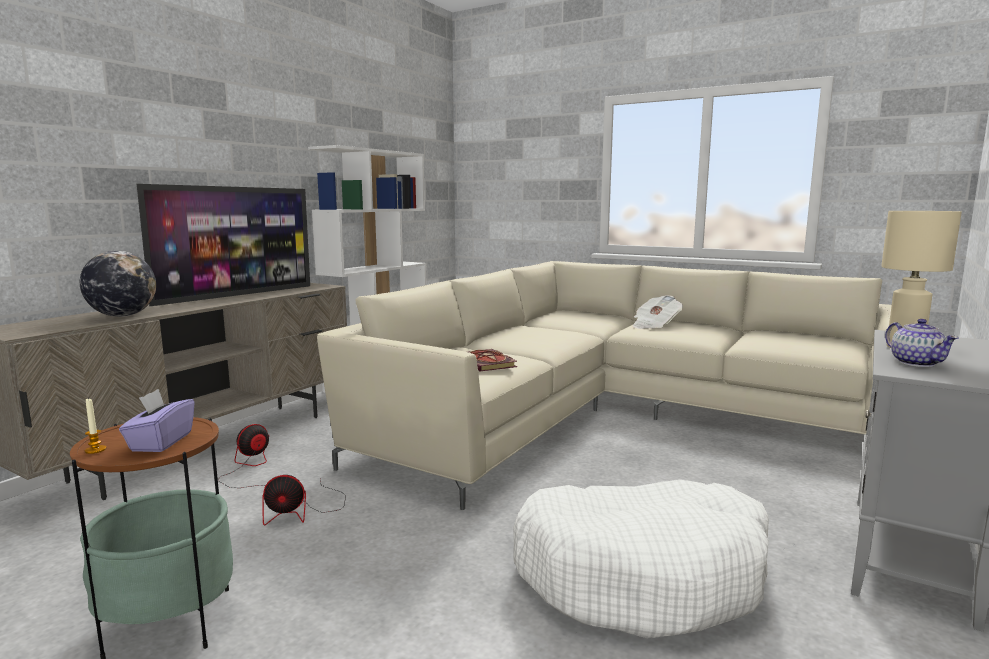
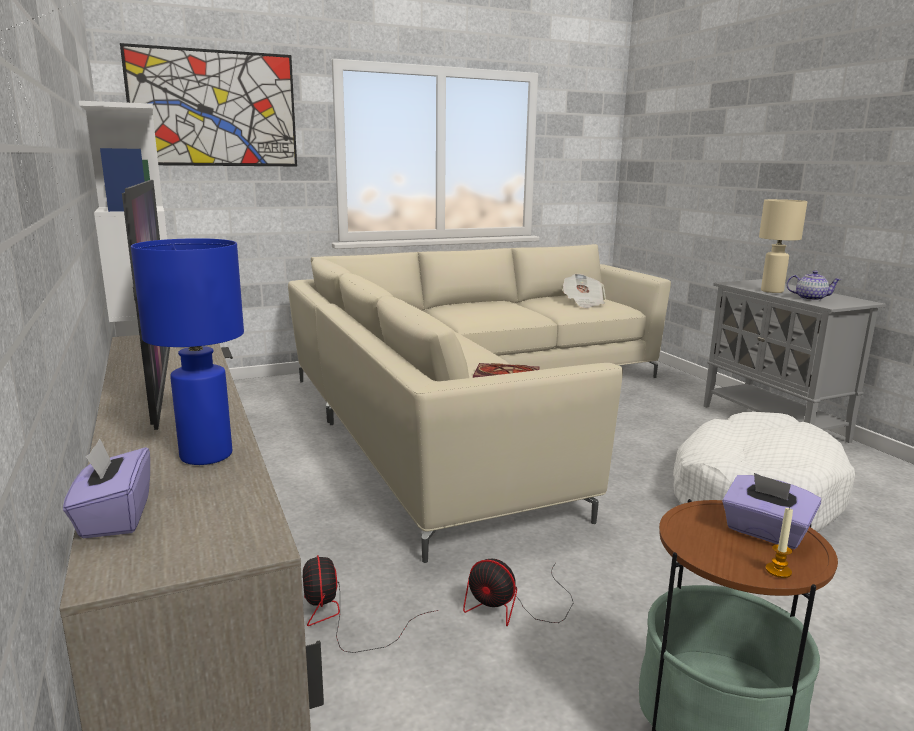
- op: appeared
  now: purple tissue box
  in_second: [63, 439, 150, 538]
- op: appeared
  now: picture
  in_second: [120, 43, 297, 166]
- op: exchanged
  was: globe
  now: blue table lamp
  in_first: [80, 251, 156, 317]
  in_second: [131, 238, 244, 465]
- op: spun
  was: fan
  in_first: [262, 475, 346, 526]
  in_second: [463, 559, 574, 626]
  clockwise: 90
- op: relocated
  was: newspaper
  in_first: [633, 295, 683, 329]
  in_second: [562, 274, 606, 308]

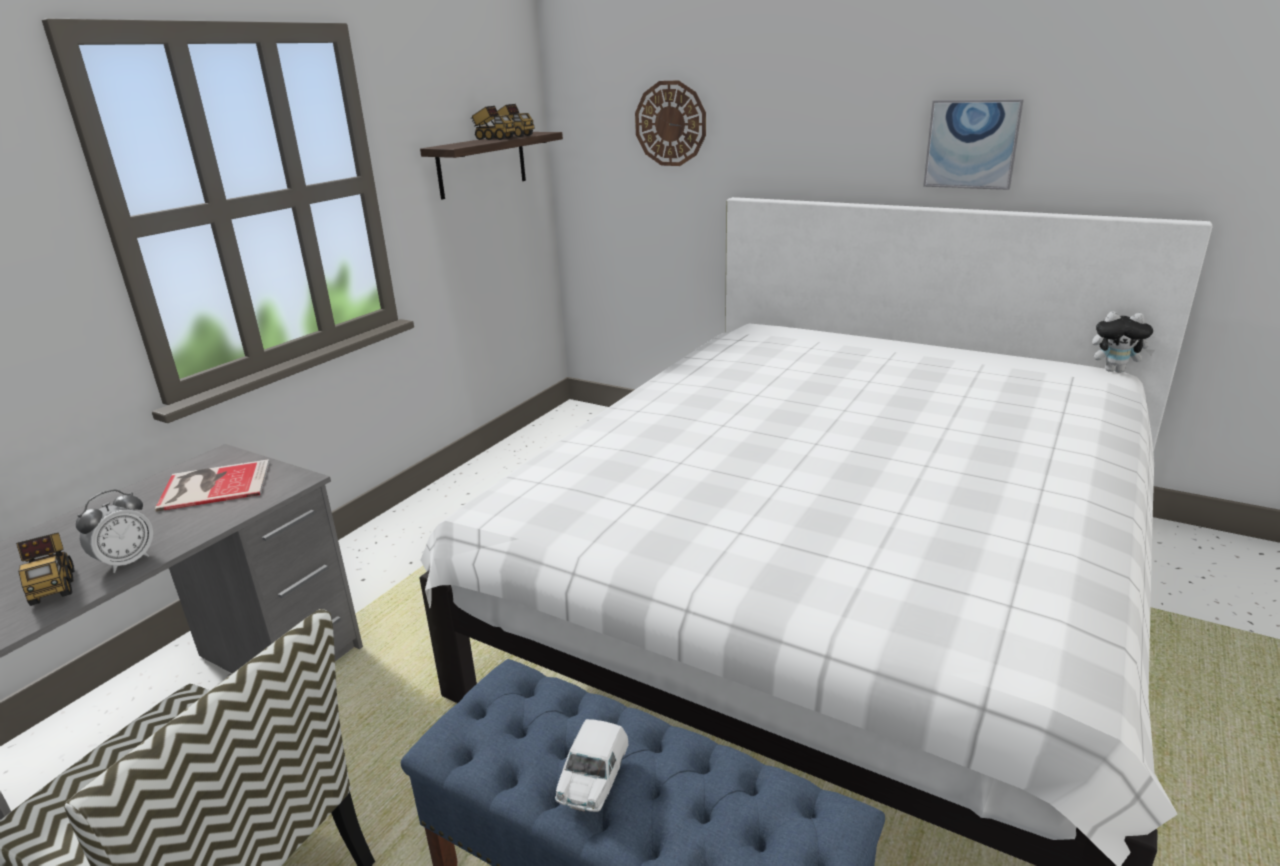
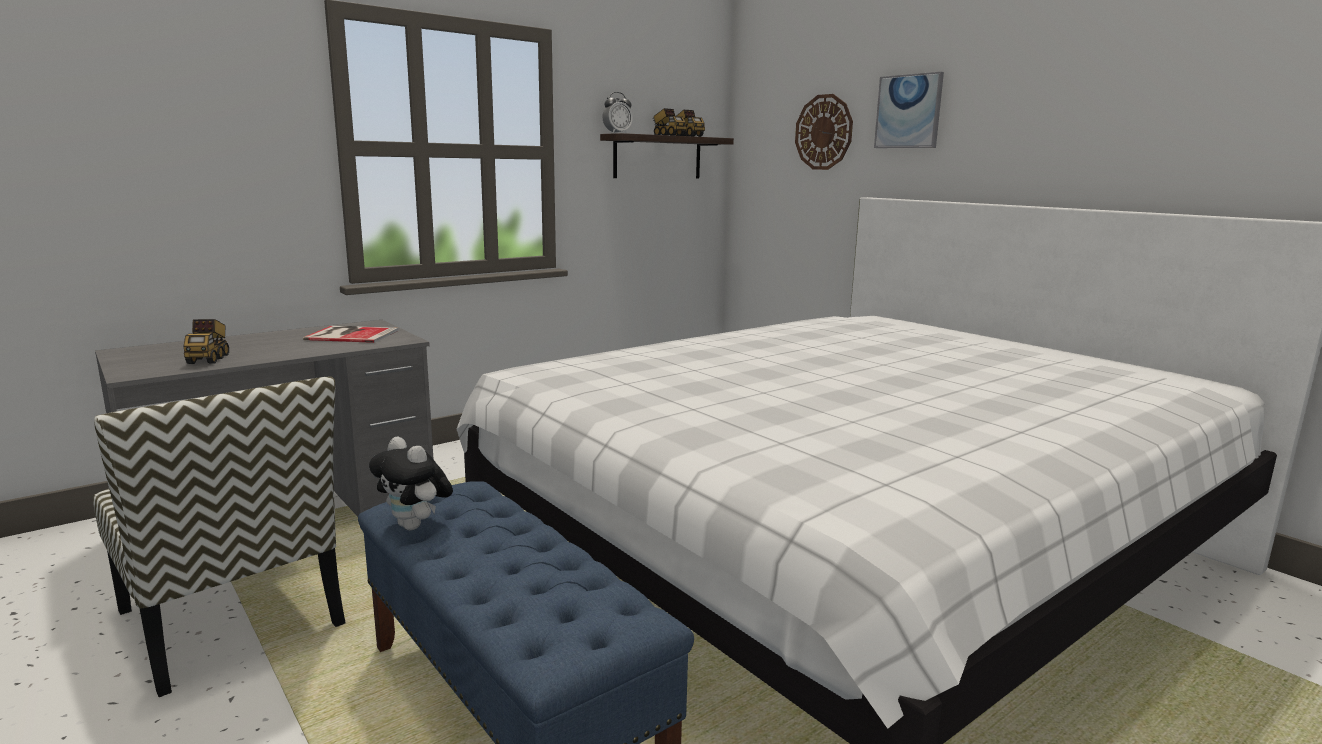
- op: relocated
  was: plush toy
  in_first: [1092, 311, 1155, 373]
  in_second: [369, 437, 453, 531]
- op: relocated
  was: alarm clock
  in_first: [76, 489, 153, 573]
  in_second: [602, 92, 633, 133]
- op: relocated
  was: picture
  in_first: [923, 99, 1024, 190]
  in_second: [874, 72, 944, 148]
- op: missing
  was: white toy car
  in_first: [555, 719, 629, 812]

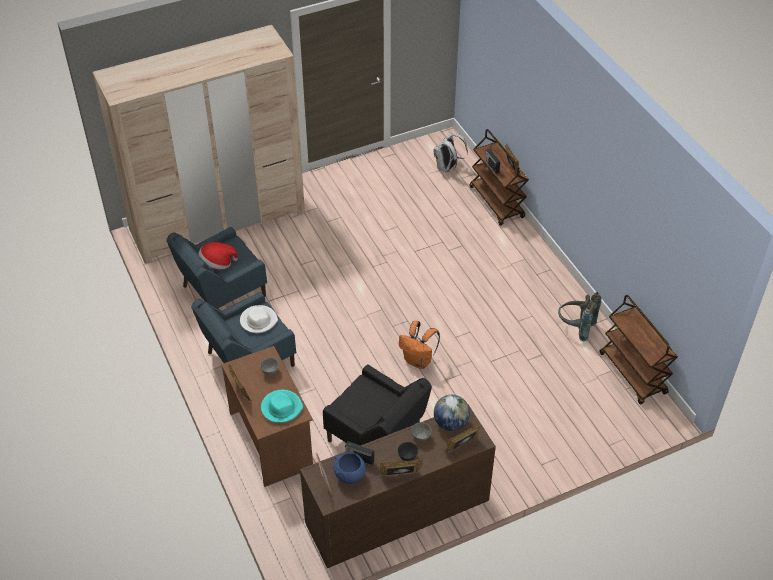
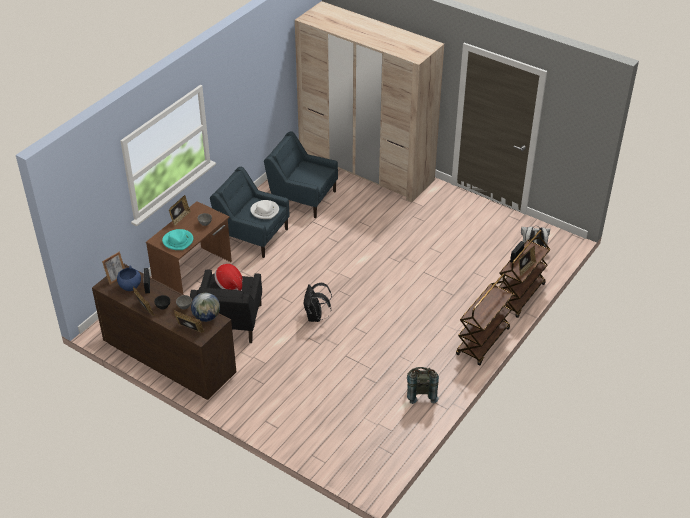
- op: relocated
  was: hat
  in_first: [198, 242, 238, 269]
  in_second: [215, 264, 243, 291]
- op: colour
  was: orange backpack
  now: black backpack
  in_first: [399, 321, 440, 369]
  in_second: [304, 283, 332, 322]
- op: relocated
  was: brown cart
  in_first: [600, 295, 677, 404]
  in_second: [456, 274, 514, 366]

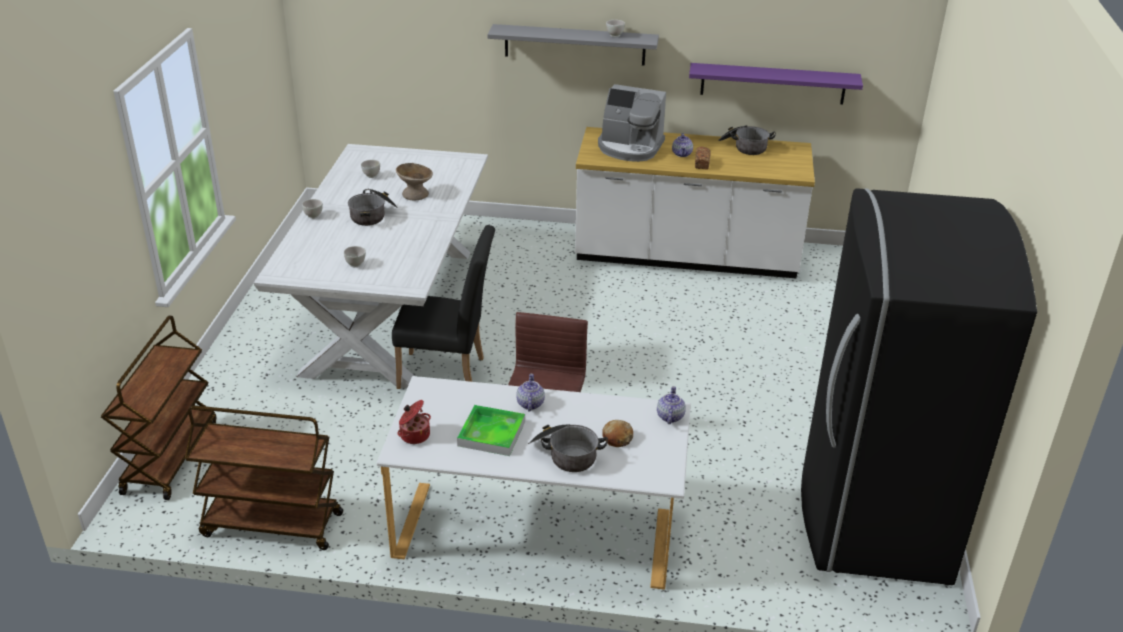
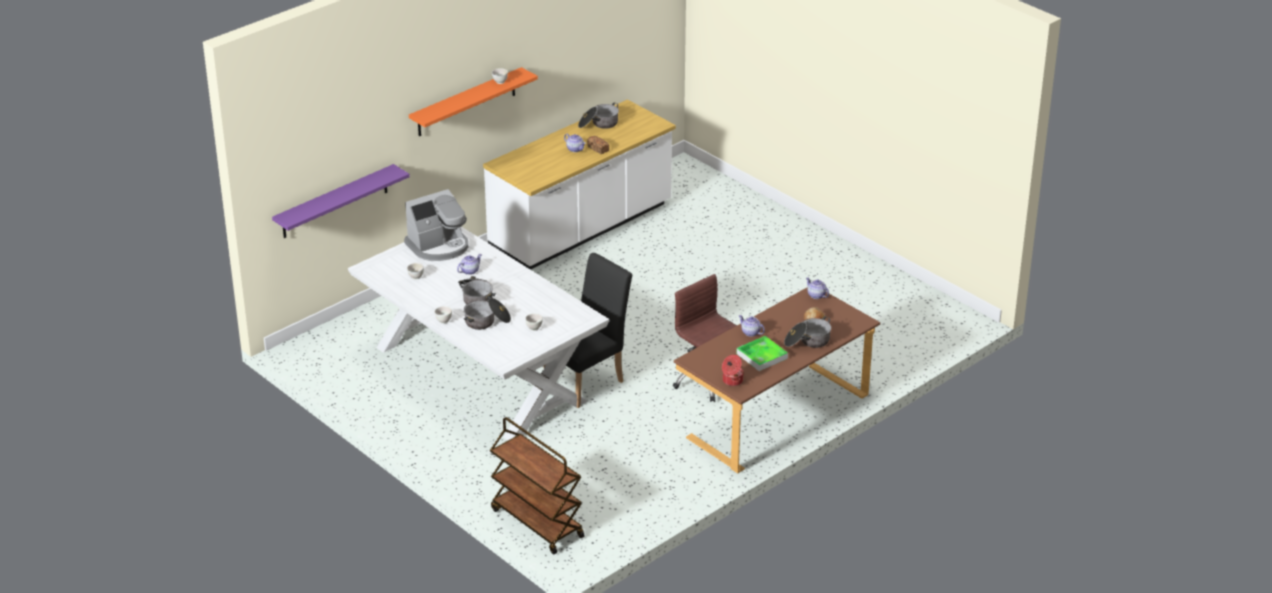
- op: relocated
  was: purple shelf
  in_first: [689, 63, 863, 104]
  in_second: [272, 164, 410, 238]
- op: relocated
  was: coffee machine
  in_first: [598, 84, 666, 162]
  in_second: [404, 189, 468, 261]
- op: colour
  was: grey shelf
  now: orange shelf
  in_first: [487, 24, 659, 66]
  in_second: [409, 67, 538, 136]
- op: exchanged
  was: beige bowl
  now: teapot
  in_first: [396, 163, 433, 201]
  in_second: [457, 254, 482, 275]
- op: appeared
  now: cooking pot
  in_second: [464, 298, 511, 330]
- op: colour
  was: white desk
  now: brown desk
  in_first: [377, 376, 691, 590]
  in_second: [674, 287, 880, 473]
- op: missing
  was: brown cart
  in_first: [185, 405, 343, 550]
- op: missing
  was: black fridge
  in_first: [801, 188, 1037, 585]

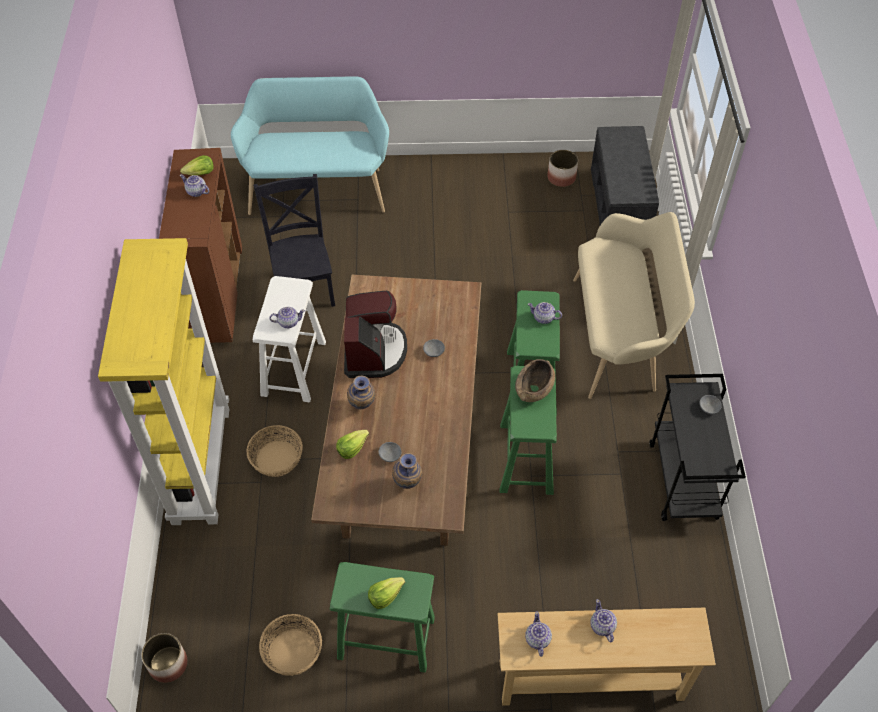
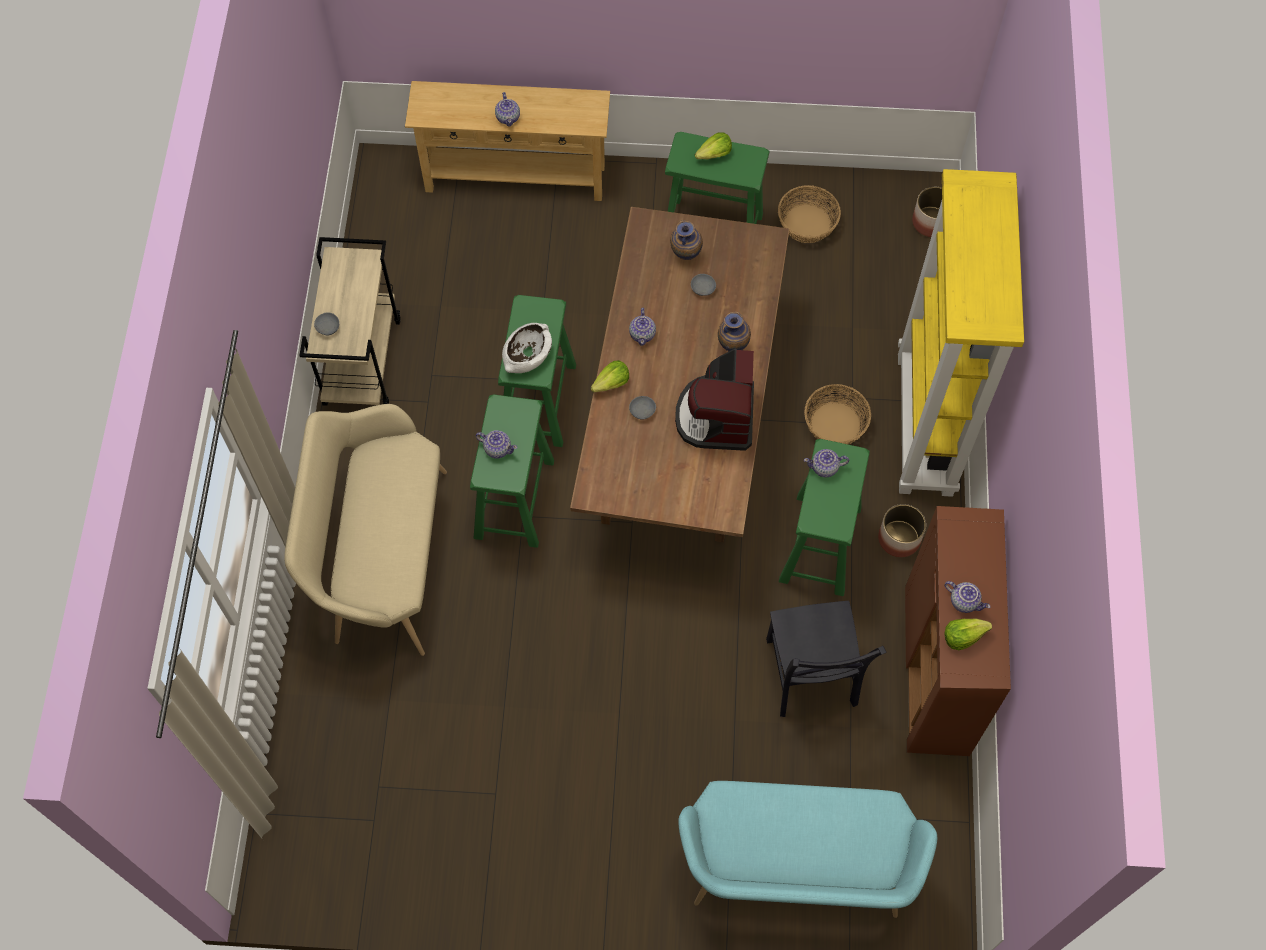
- op: colour
  was: black cart
  now: beige cart
  in_first: [649, 374, 746, 521]
  in_second: [299, 237, 401, 405]
- op: colour
  was: brown bowl
  now: white bowl
  in_first: [515, 359, 555, 402]
  in_second: [502, 323, 552, 373]
- op: relocated
  was: lettuce
  in_first: [336, 430, 369, 459]
  in_second: [590, 360, 629, 392]
- op: relocated
  was: teapot
  in_first: [525, 611, 552, 657]
  in_second: [629, 308, 656, 346]
- op: colour
  was: white stool
  now: green stool
  in_first: [253, 276, 326, 402]
  in_second: [779, 439, 870, 596]
- op: relocated
  was: planter
  in_first: [547, 150, 578, 187]
  in_second: [878, 504, 926, 557]
- op: missing
  was: grey bench
  in_first: [591, 126, 659, 225]

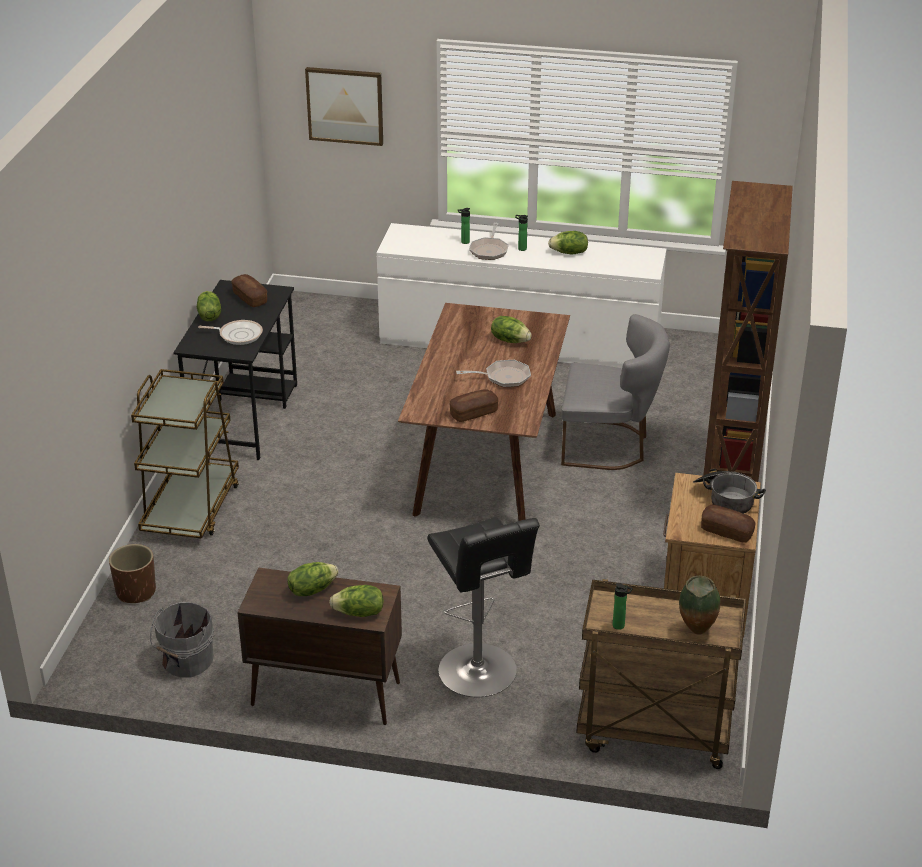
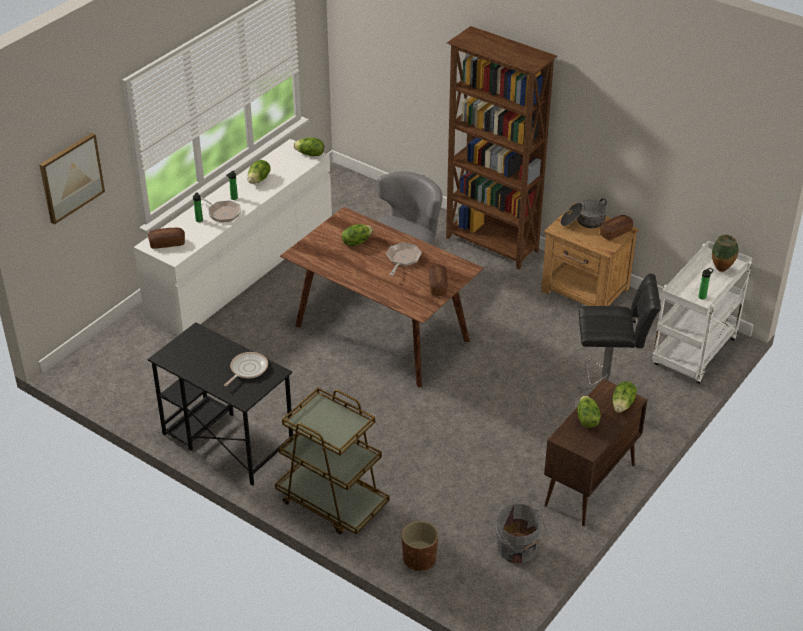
- op: relocated
  was: bread
  in_first: [231, 274, 267, 307]
  in_second: [148, 227, 185, 249]
- op: relocated
  was: lettuce
  in_first: [197, 291, 221, 321]
  in_second: [294, 138, 324, 156]
- op: colour
  was: brown cart
  now: white cart
  in_first: [576, 579, 746, 769]
  in_second: [652, 241, 752, 384]

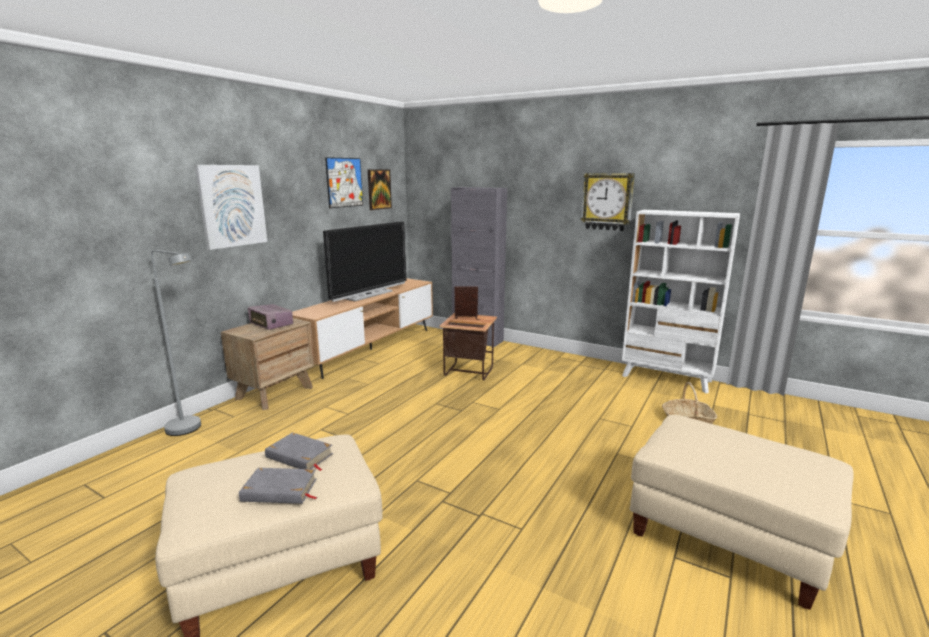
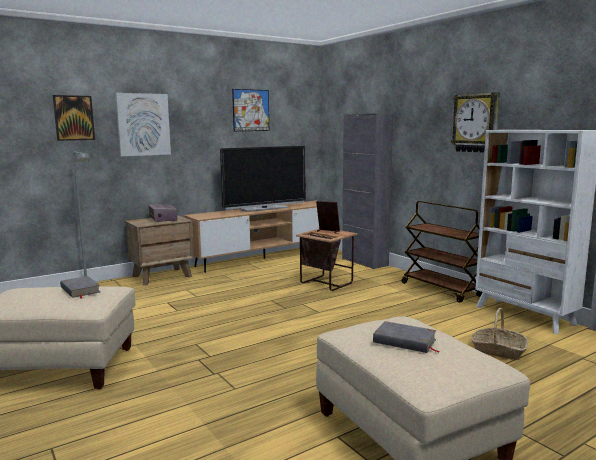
- op: relocated
  was: picture
  in_first: [368, 169, 392, 210]
  in_second: [53, 95, 95, 141]
- op: relocated
  was: grey book
  in_first: [239, 468, 318, 504]
  in_second: [373, 321, 440, 353]
- op: appeared
  now: brown cart
  in_second: [402, 201, 482, 303]

